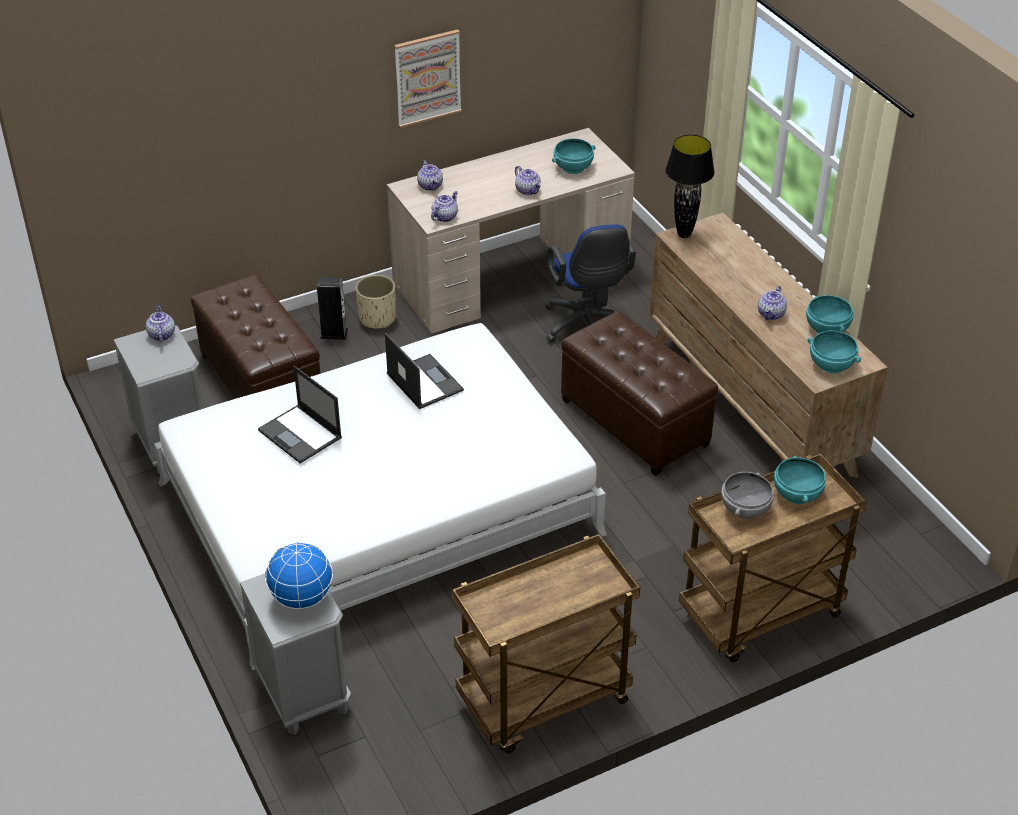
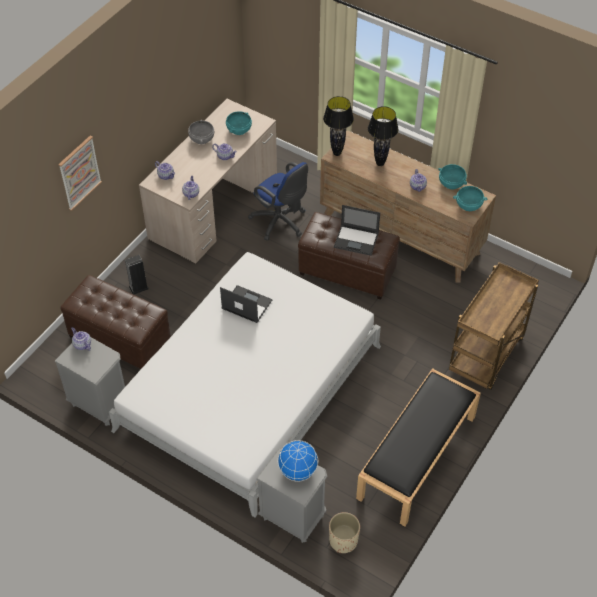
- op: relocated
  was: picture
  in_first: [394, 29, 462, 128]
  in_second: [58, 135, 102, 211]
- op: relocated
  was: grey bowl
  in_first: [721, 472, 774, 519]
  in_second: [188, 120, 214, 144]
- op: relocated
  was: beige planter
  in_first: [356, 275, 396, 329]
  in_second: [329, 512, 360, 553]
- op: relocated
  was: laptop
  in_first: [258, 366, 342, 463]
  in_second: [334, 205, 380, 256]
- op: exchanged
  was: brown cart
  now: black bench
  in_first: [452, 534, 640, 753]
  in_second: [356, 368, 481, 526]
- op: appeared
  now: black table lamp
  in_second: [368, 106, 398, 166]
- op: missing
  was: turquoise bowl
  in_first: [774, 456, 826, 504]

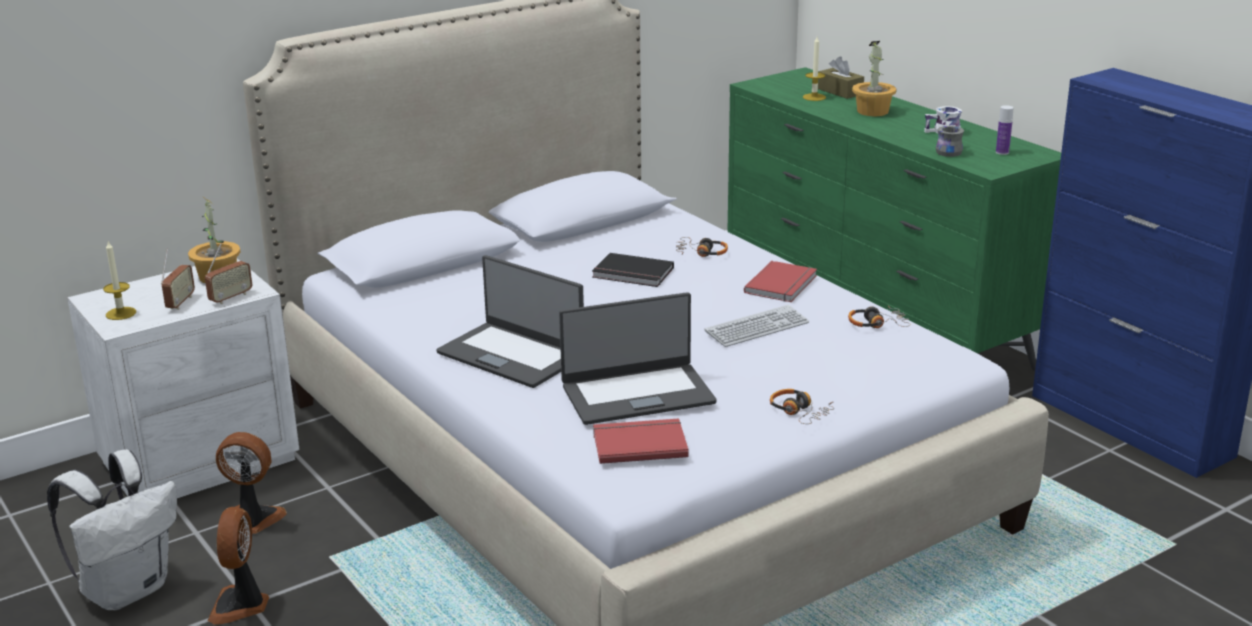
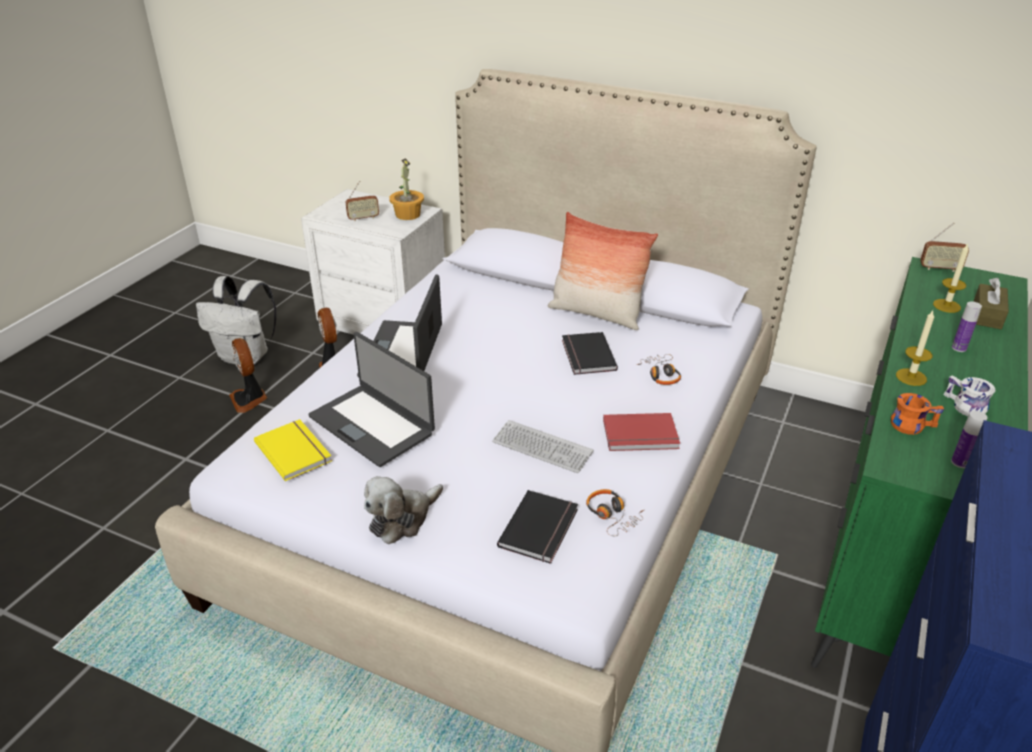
- op: spun
  was: fan
  in_first: [207, 507, 269, 625]
  in_second: [229, 338, 268, 413]
  clockwise: -90
- op: colour
  was: red book
  now: yellow book
  in_first: [593, 418, 689, 464]
  in_second: [254, 419, 332, 481]
- op: exchanged
  was: headphones
  now: plush toy
  in_first: [770, 389, 834, 424]
  in_second: [364, 476, 443, 544]
- op: appeared
  now: black book
  in_second: [497, 490, 578, 564]
- op: appeared
  now: pillow
  in_second: [548, 212, 658, 330]
- op: colour
  was: grey mug
  now: orange mug
  in_first: [936, 126, 964, 157]
  in_second: [891, 393, 944, 435]
- op: relocated
  was: candle
  in_first: [103, 242, 136, 320]
  in_second: [896, 311, 934, 386]
- op: relocated
  was: radio
  in_first: [205, 243, 252, 304]
  in_second: [920, 223, 969, 272]
- op: exchanged
  was: potted plant
  now: bottle
  in_first: [852, 41, 897, 117]
  in_second: [952, 301, 982, 352]

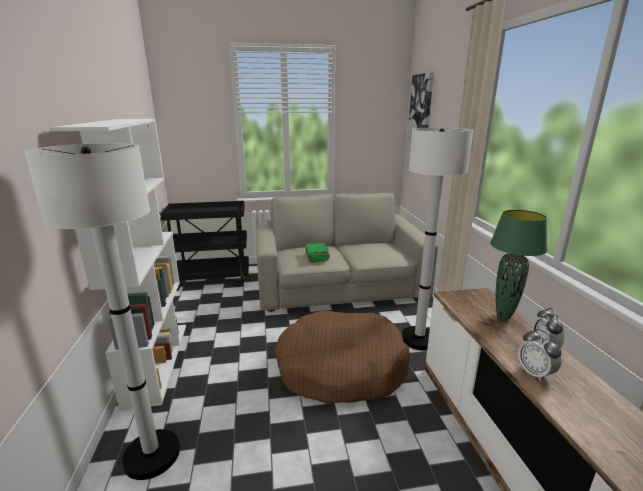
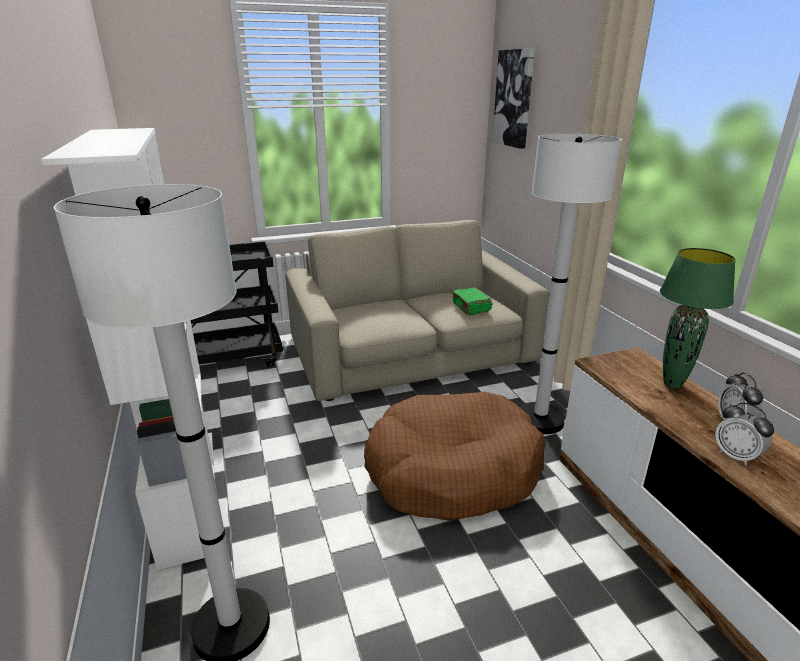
- op: relocated
  was: green book
  in_first: [305, 243, 330, 263]
  in_second: [452, 288, 492, 315]

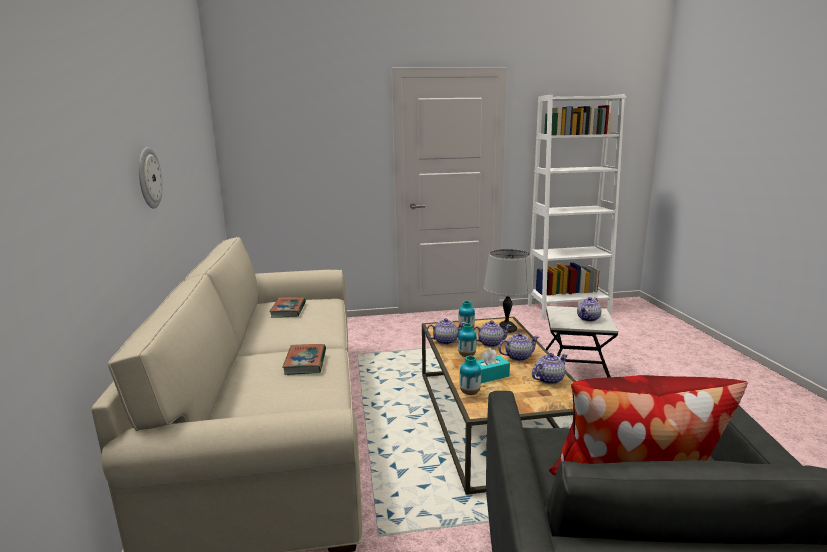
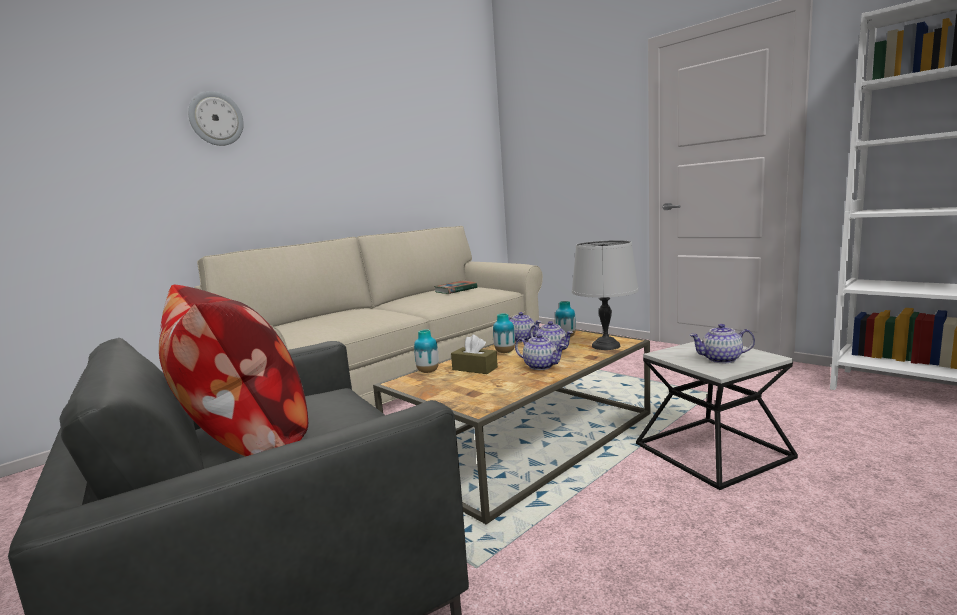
- op: relocated
  was: wall clock
  in_first: [139, 147, 163, 209]
  in_second: [188, 91, 244, 146]
- op: colour
  was: turquoise tissue box
  now: brown tissue box
  in_first: [476, 348, 510, 383]
  in_second: [451, 335, 498, 374]
- op: missing
  was: book
  in_first: [282, 344, 326, 375]
- op: missing
  was: teapot
  in_first: [532, 353, 568, 384]

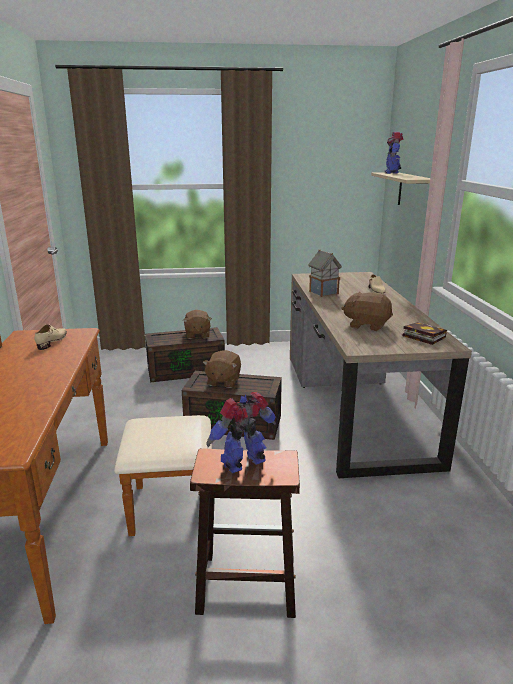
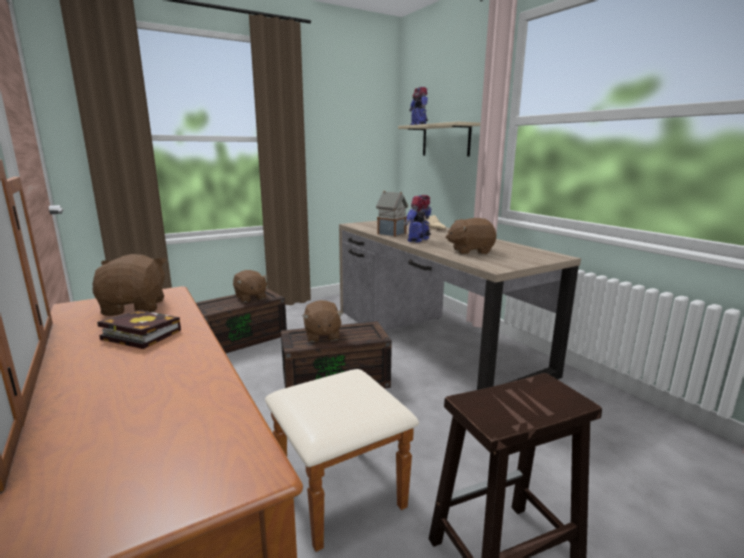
- op: exchanged
  was: beige shoe
  now: brown plush toy
  in_first: [34, 324, 67, 350]
  in_second: [92, 254, 166, 316]
- op: relocated
  was: book
  in_first: [402, 322, 447, 345]
  in_second: [97, 310, 181, 349]
- op: relocated
  was: toy robot
  in_first: [206, 392, 276, 473]
  in_second: [405, 195, 431, 243]

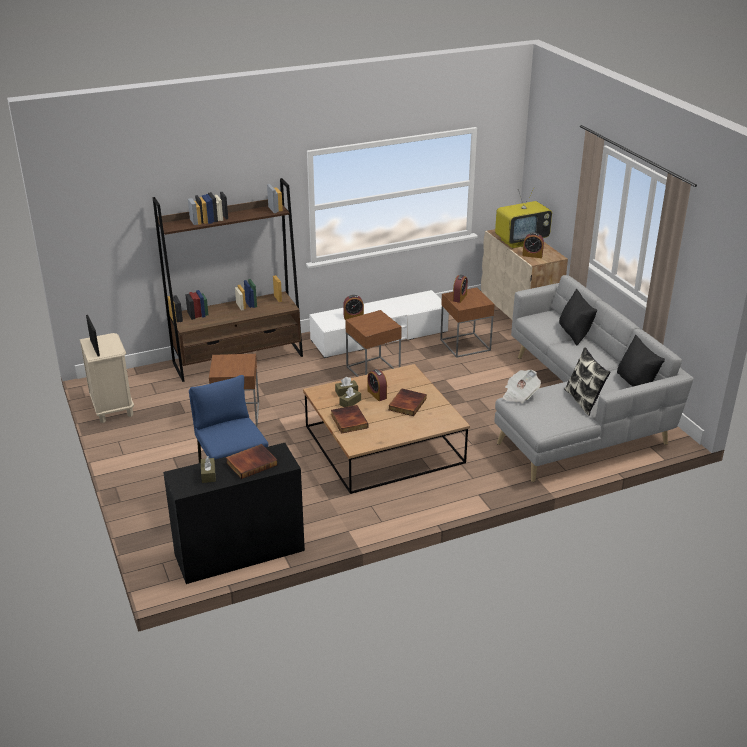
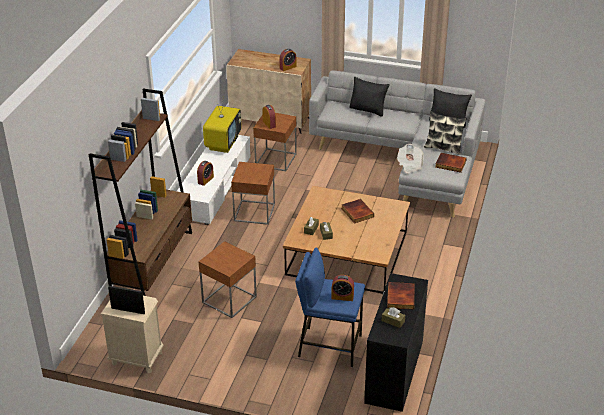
- op: relocated
  was: television
  in_first: [495, 186, 552, 248]
  in_second: [203, 96, 242, 153]
- op: relocated
  was: alarm clock
  in_first: [368, 369, 387, 401]
  in_second: [331, 275, 354, 301]
- op: relocated
  was: book
  in_first: [331, 405, 368, 434]
  in_second: [435, 153, 467, 173]

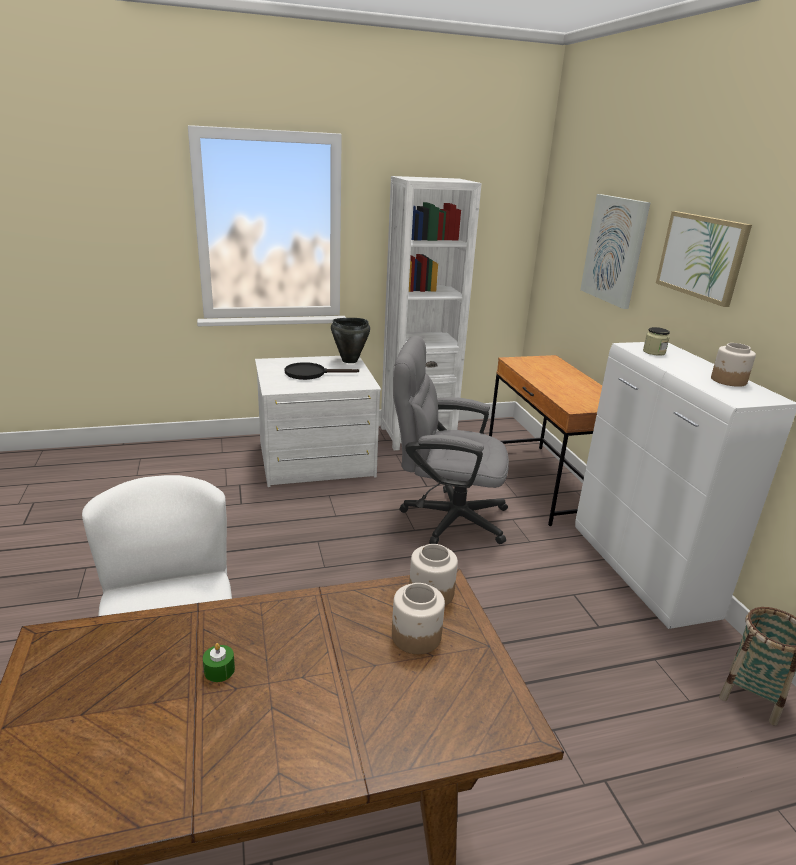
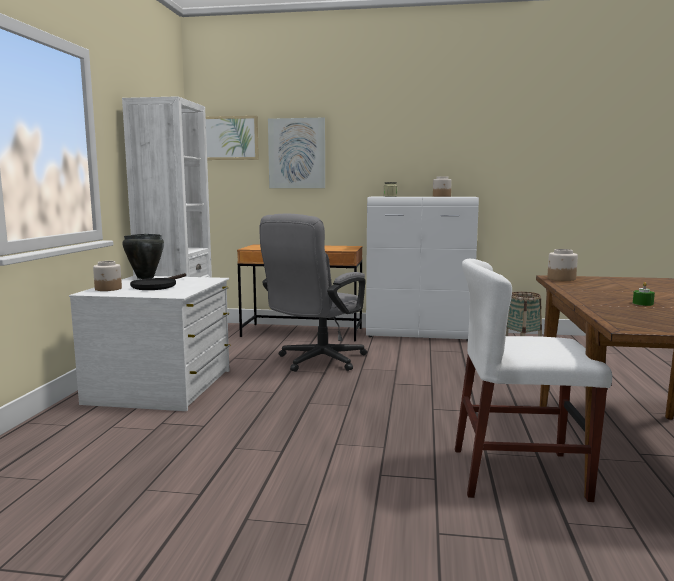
- op: relocated
  was: jar
  in_first: [392, 583, 445, 654]
  in_second: [93, 261, 122, 291]
- op: relocated
  was: picture
  in_first: [656, 211, 752, 307]
  in_second: [206, 116, 259, 160]

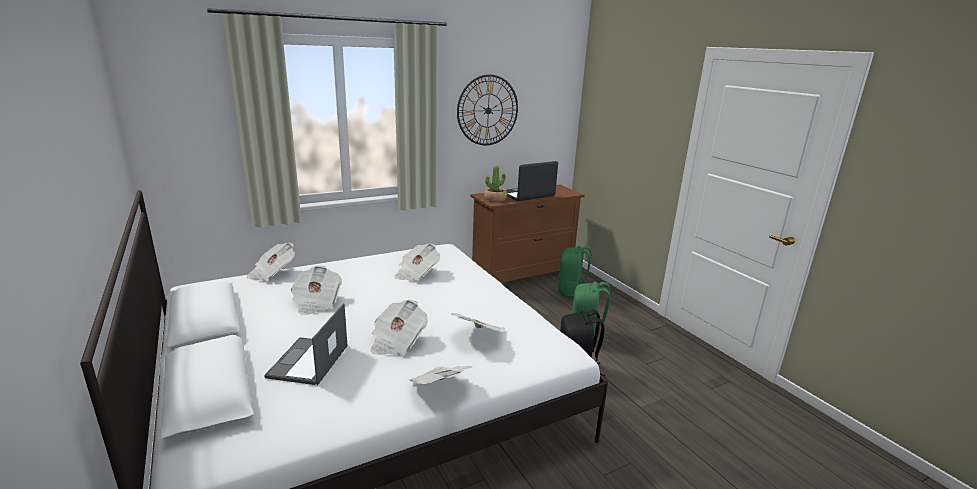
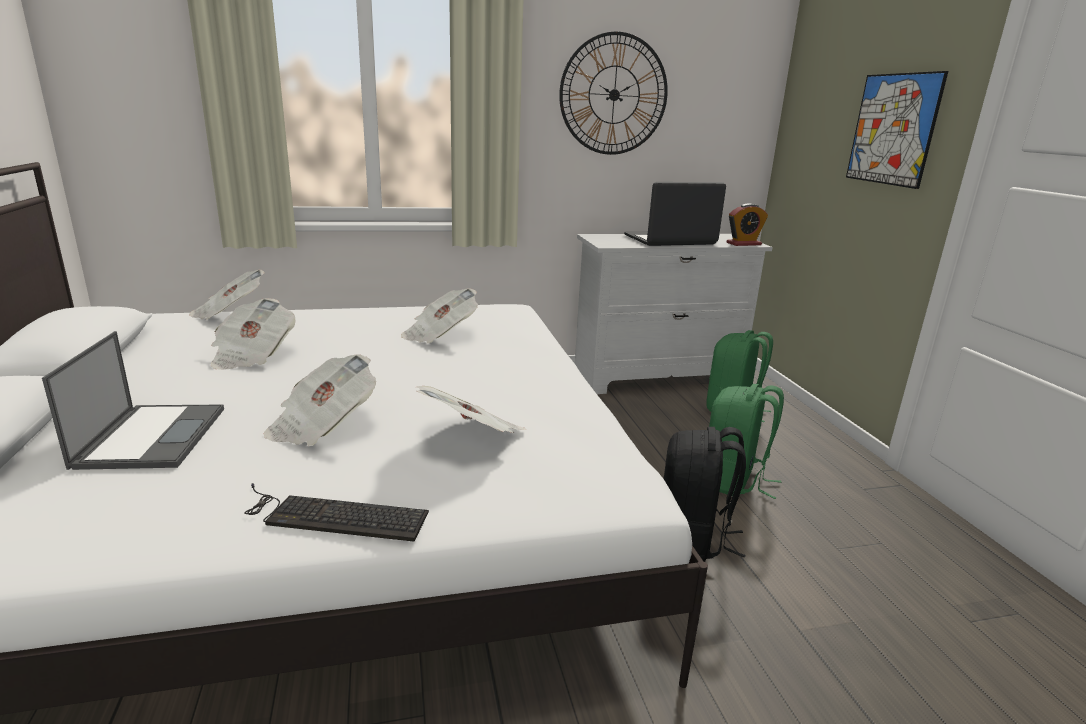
- op: spun
  was: laptop
  in_first: [264, 303, 348, 385]
  in_second: [42, 331, 224, 470]
  clockwise: 150
- op: exchanged
  was: newspaper
  now: keyboard
  in_first: [409, 366, 472, 384]
  in_second: [244, 483, 429, 542]
- op: colour
  was: brown dresser
  now: white dresser
  in_first: [471, 185, 585, 283]
  in_second: [575, 234, 773, 394]
- op: appeared
  now: alarm clock
  in_second: [727, 203, 768, 246]
- op: appeared
  now: picture
  in_second: [846, 71, 948, 189]
- op: missing
  was: potted plant
  in_first: [484, 165, 507, 202]

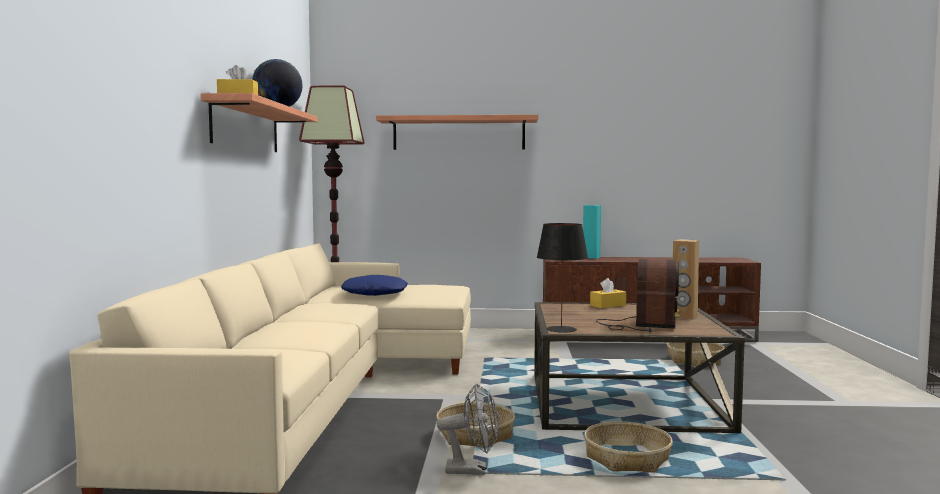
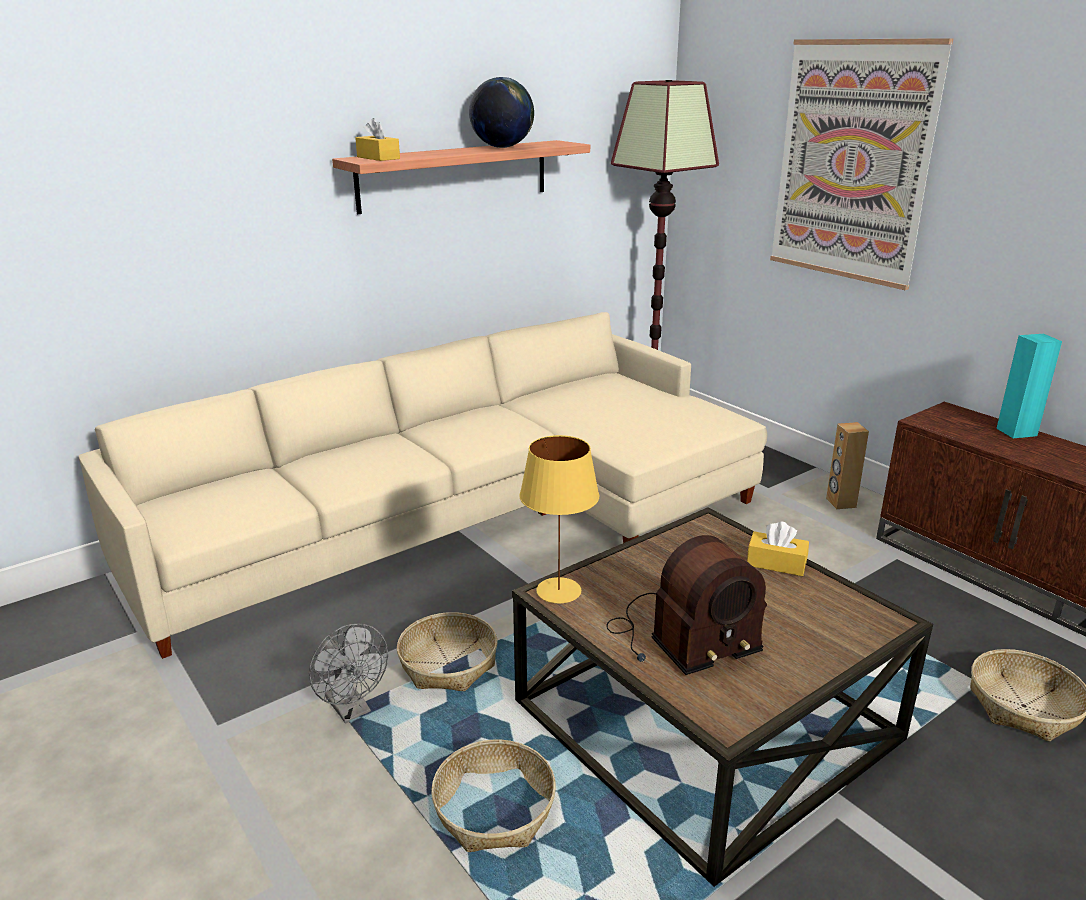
- op: colour
  was: black table lamp
  now: yellow table lamp
  in_first: [537, 223, 588, 333]
  in_second: [519, 435, 599, 603]
- op: exchanged
  was: shelf
  now: picture
  in_first: [376, 115, 538, 150]
  in_second: [770, 38, 954, 290]
- op: relocated
  was: brown speaker
  in_first: [673, 239, 699, 320]
  in_second: [826, 422, 869, 509]
- op: missing
  was: blue pillow
  in_first: [341, 275, 408, 296]

